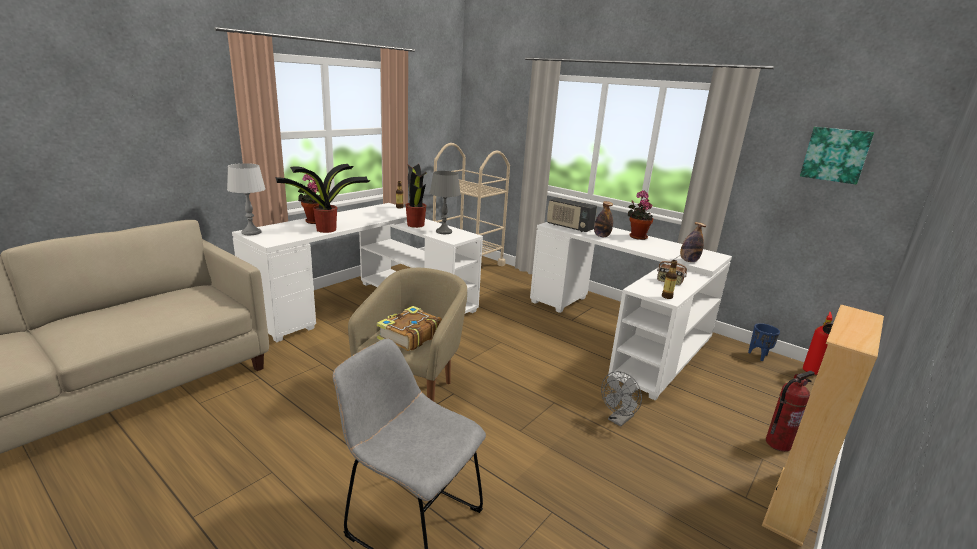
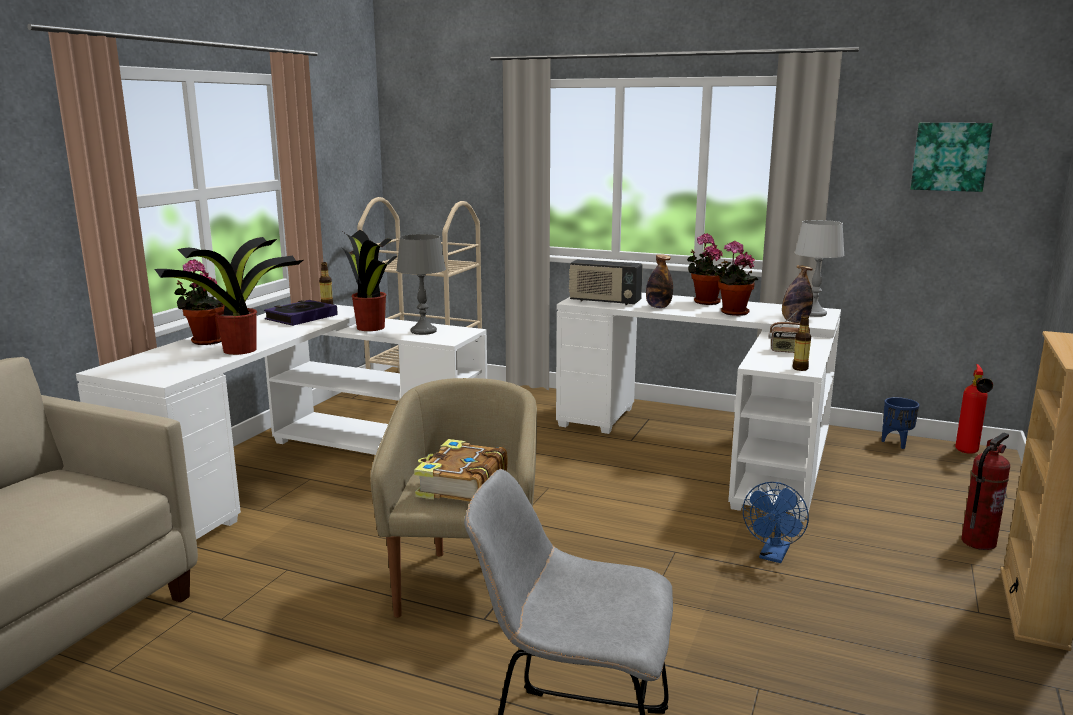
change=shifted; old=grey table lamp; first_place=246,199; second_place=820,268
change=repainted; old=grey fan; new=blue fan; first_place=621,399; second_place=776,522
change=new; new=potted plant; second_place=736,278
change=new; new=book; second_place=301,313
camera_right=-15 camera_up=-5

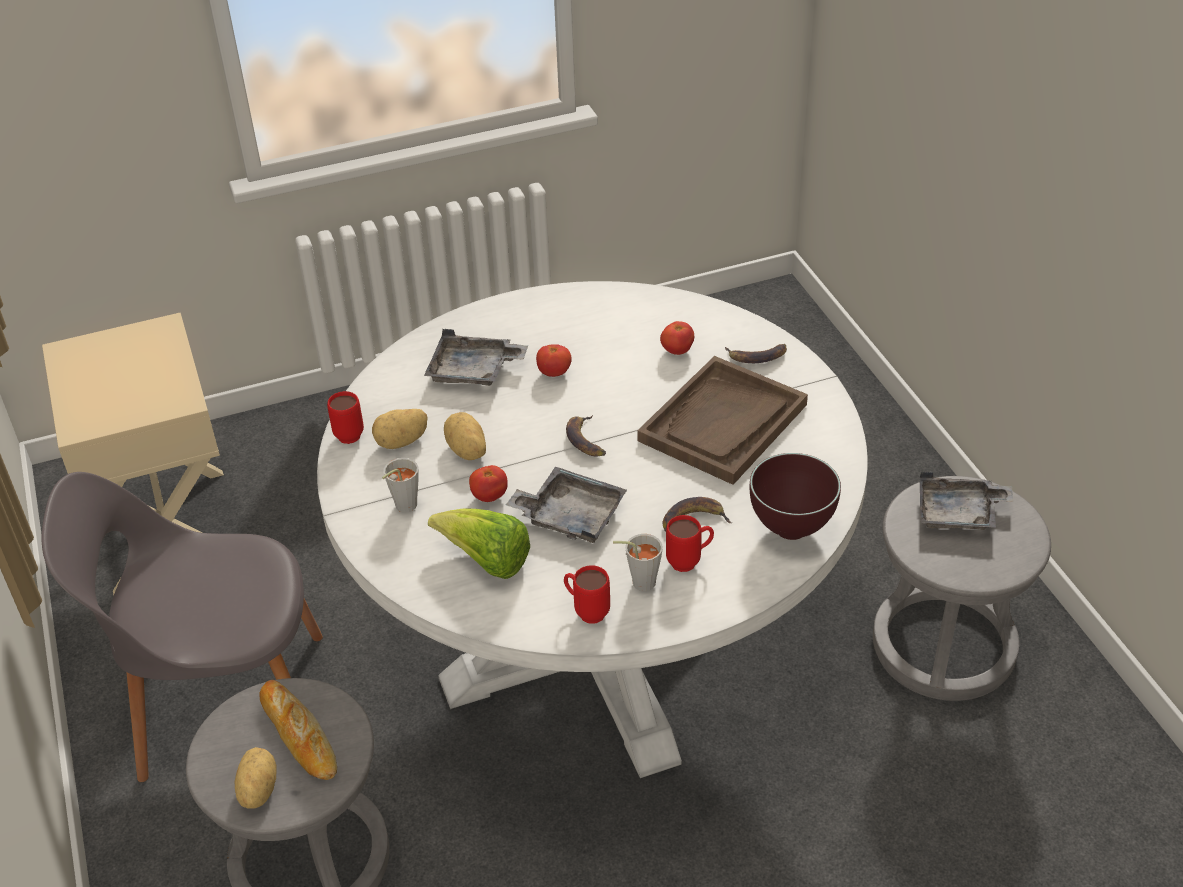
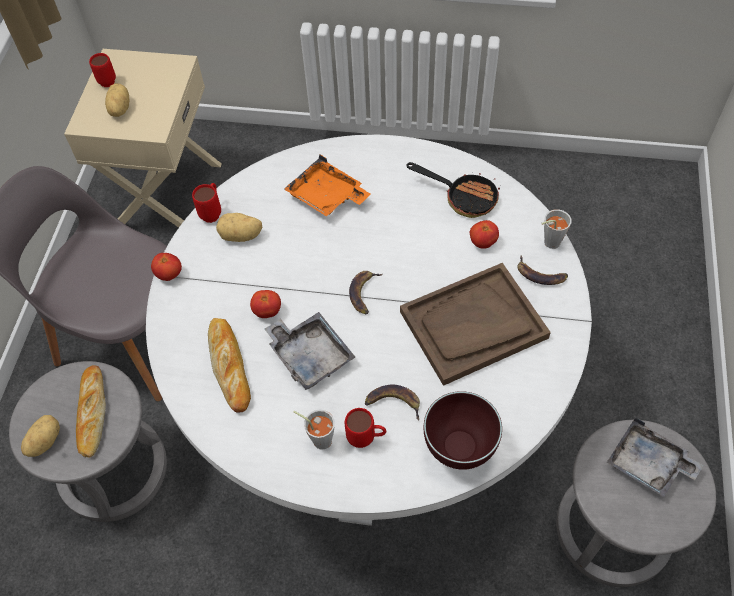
change=repainted; old=grey tray; new=orange tray; first_place=476,357; second_place=327,185
change=shifted; old=tomato; first_place=554,360; second_place=166,267
change=shifted; old=potato; first_place=465,436; second_place=117,100
change=shifted; old=grey cup; first_place=400,485; second_place=556,229
change=swapped; old=lettuce; new=bread; first_place=479,543; second_place=229,365
change=shifted; old=red mug; first_place=587,594; second_place=102,70
change=new; new=frying pan; second_place=453,190
camera_right=30 camera_up=15

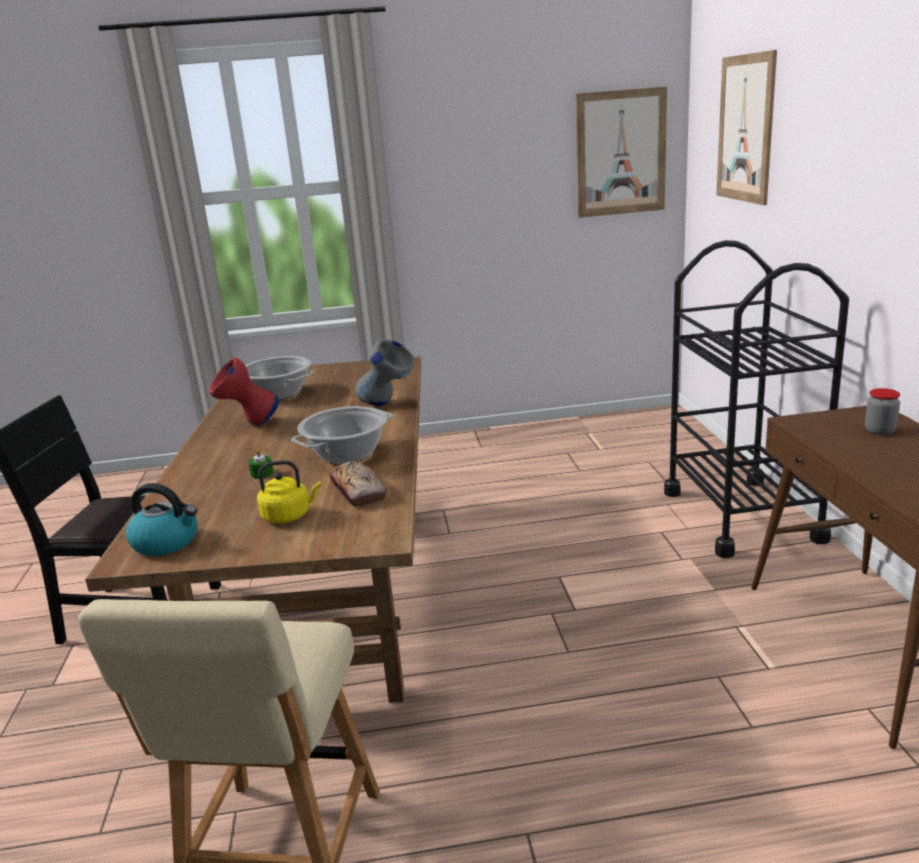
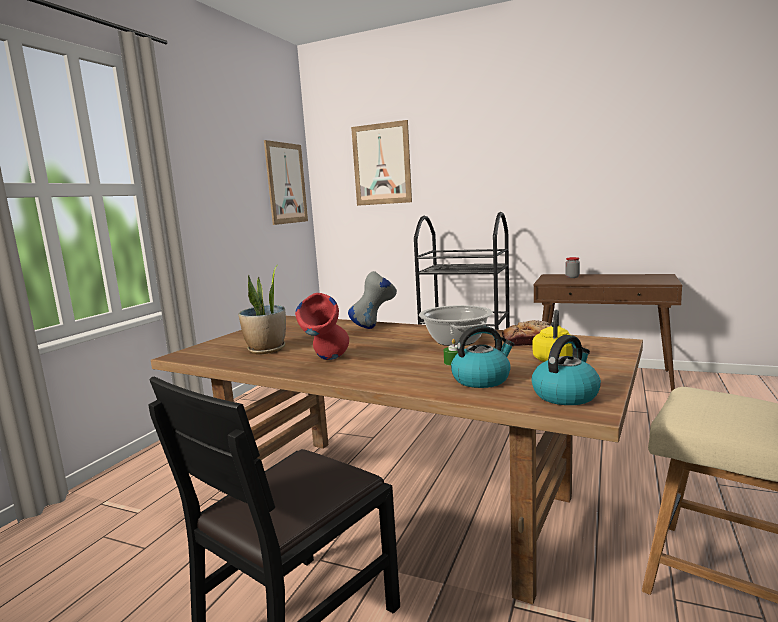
change=swapped; old=cooking pot; new=potted plant; first_place=279,378; second_place=262,309
change=new; new=kettle; second_place=482,356
camera_right=-60 camera_up=-10

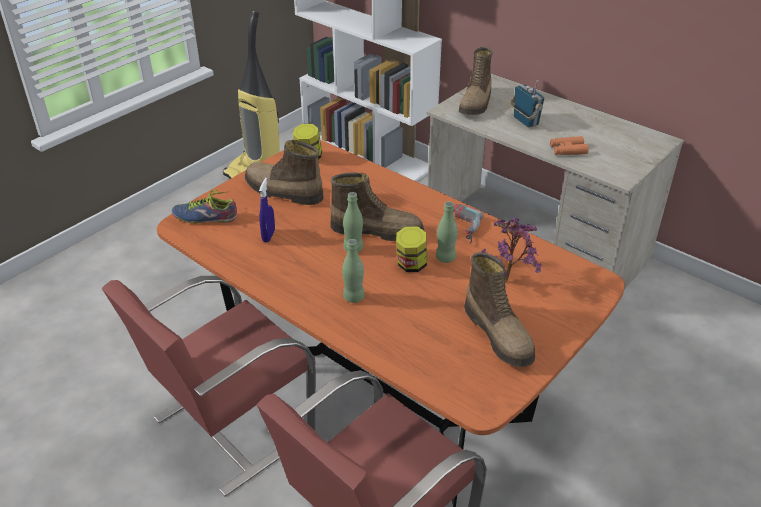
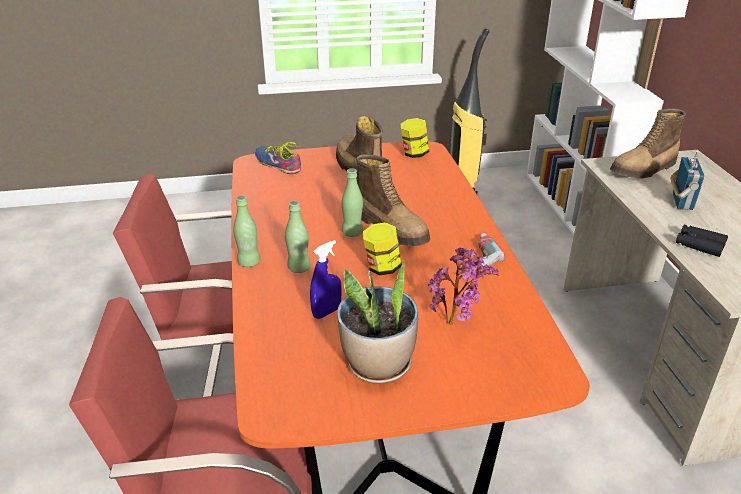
change=repainted; old=orange binoculars; new=black binoculars; first_place=569,145; second_place=702,240
change=shifted; old=blue spray bottle; first_place=267,210; second_place=326,279
change=shifted; old=green bottle; first_place=447,232; second_place=247,231
change=swapped; old=boot; new=potted plant; first_place=499,309; second_place=377,322
camera_right=40 camera_up=-5

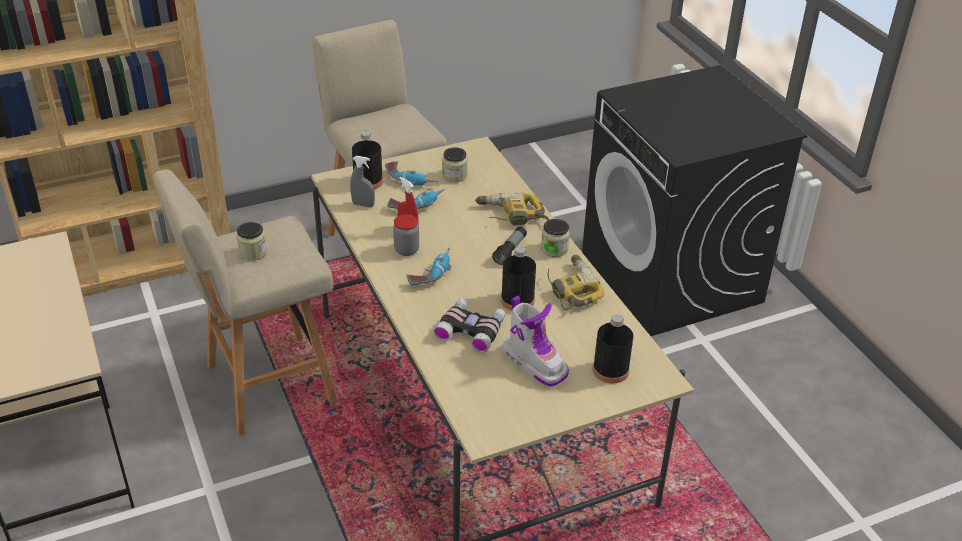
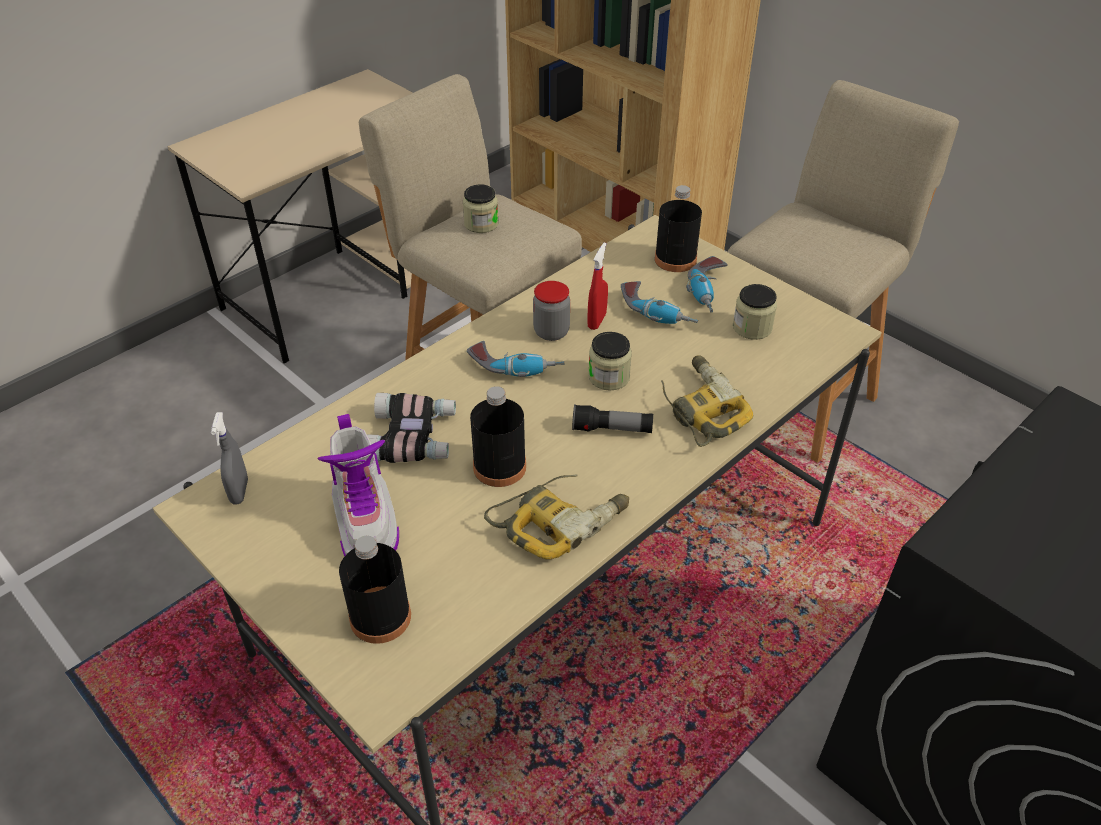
change=shifted; old=grey spray bottle; first_place=362,181; second_place=229,458
change=shifted; old=jar; first_place=555,238; second_place=610,361
change=rotated; old=boot; first_place=535,341; second_place=358,485; degrees=-45
camera_right=70 camera_up=5

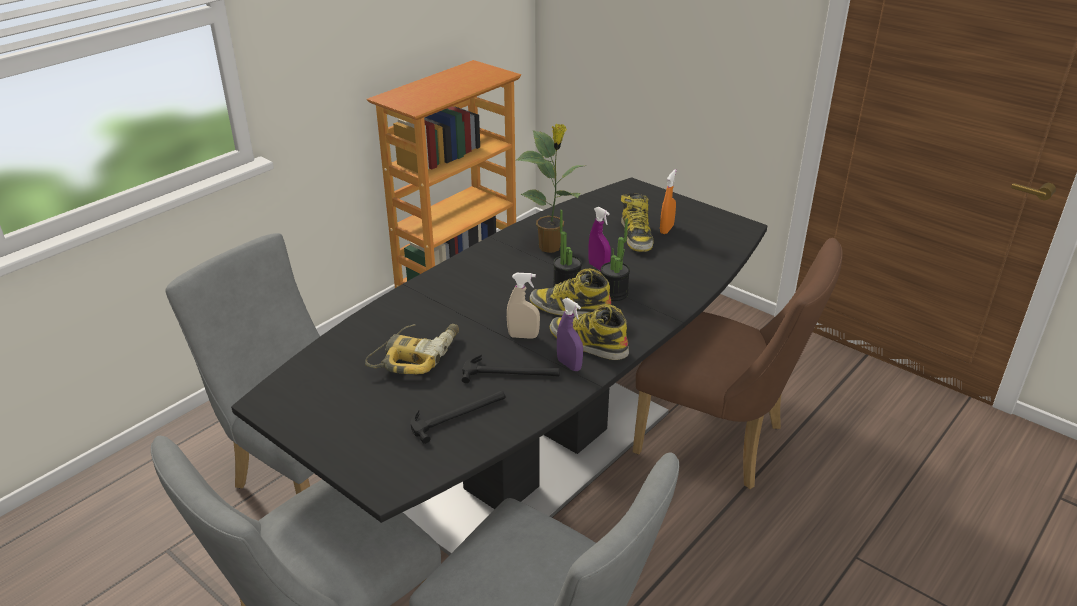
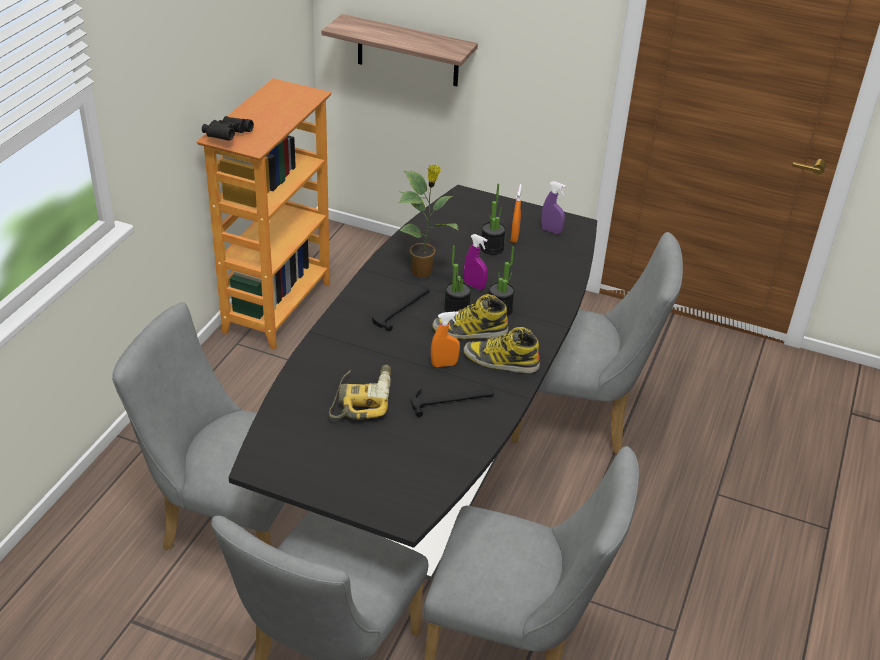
change=swapped; old=boot; new=potted plant; first_place=637,222; second_place=493,219
change=repainted; old=brown chair; new=grey chair; first_place=738,363; second_place=597,343
change=repainted; old=beige spray bottle; new=orange spray bottle; first_place=523,306; second_place=445,339
change=shifted; old=purple spray bottle; first_place=570,334; second_place=553,207
change=shifted; old=hammer; first_place=458,417; second_place=400,309
change=new; new=shelf; second_place=400,50
change=new; new=black binoculars; second_place=228,128
camera_right=-20 camera_up=5

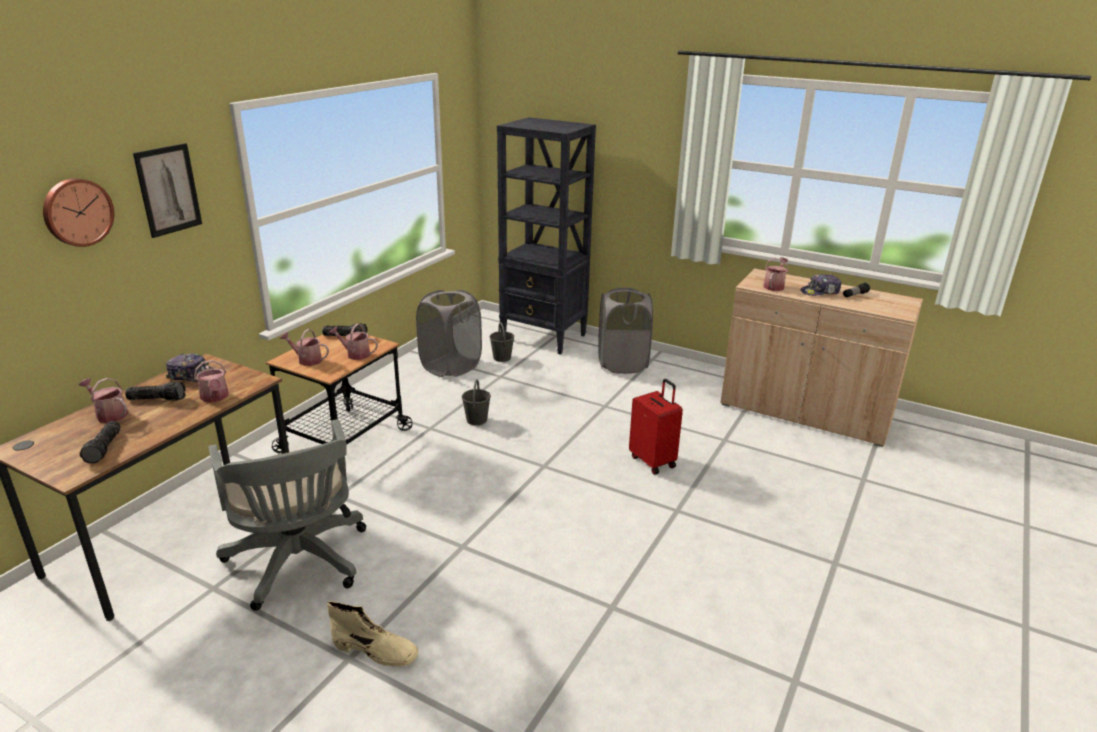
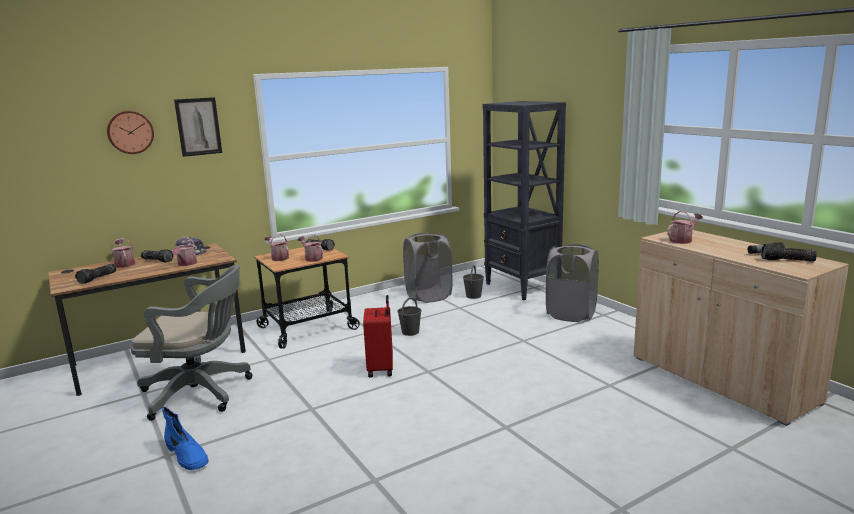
change=gone; old=cap; first_place=820,285
change=shifted; old=red suitcase; first_place=656,427; second_place=378,336
change=rotated; old=grey office chair; first_place=287,515; second_place=192,343; degrees=-90
change=repainted; old=beige boot; new=blue boot; first_place=372,634; second_place=185,438
change=new; new=flashlight; second_place=789,253
camera_right=30 camera_up=-10

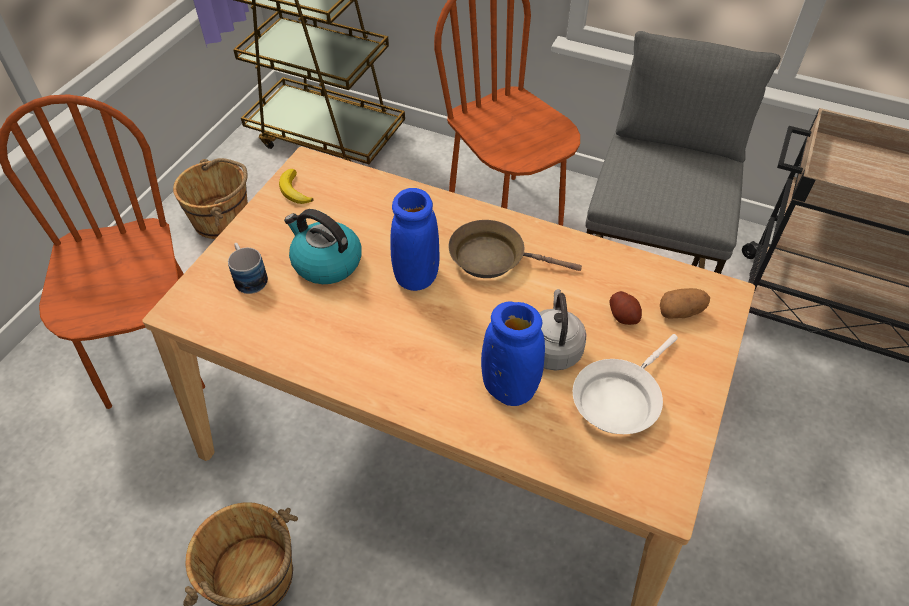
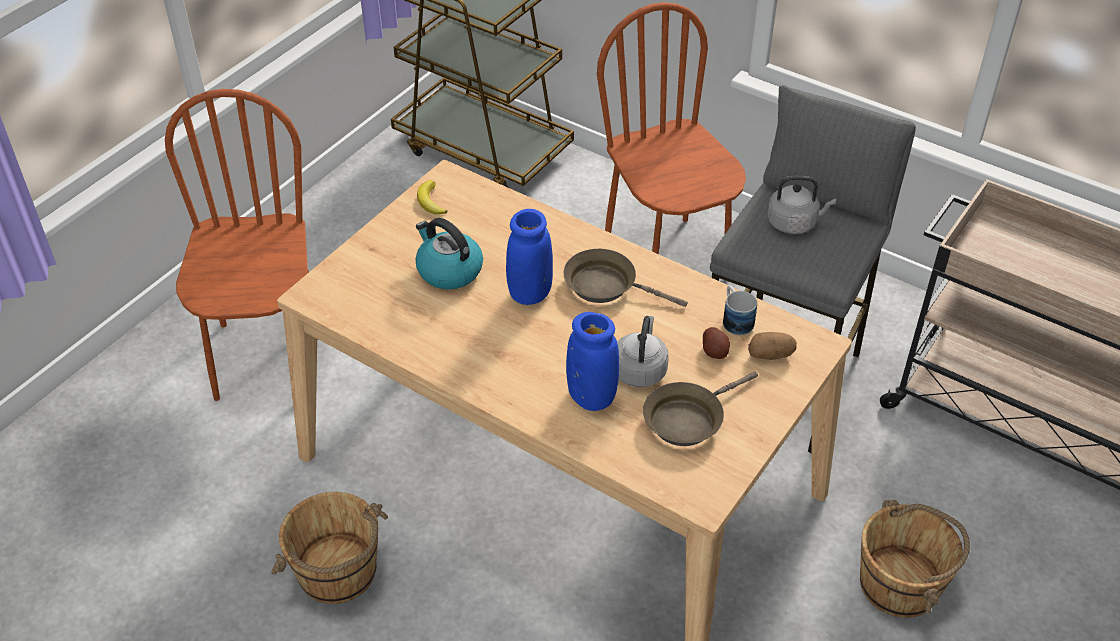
change=shifted; old=brown bucket; first_place=210,198; second_place=915,559
change=shifted; old=mug; first_place=248,268; second_place=740,310
change=repainted; old=white frying pan; new=brown frying pan; first_place=625,384; second_place=700,408
change=new; new=grey kettle; second_place=802,205
camera_right=10 camera_up=-5

